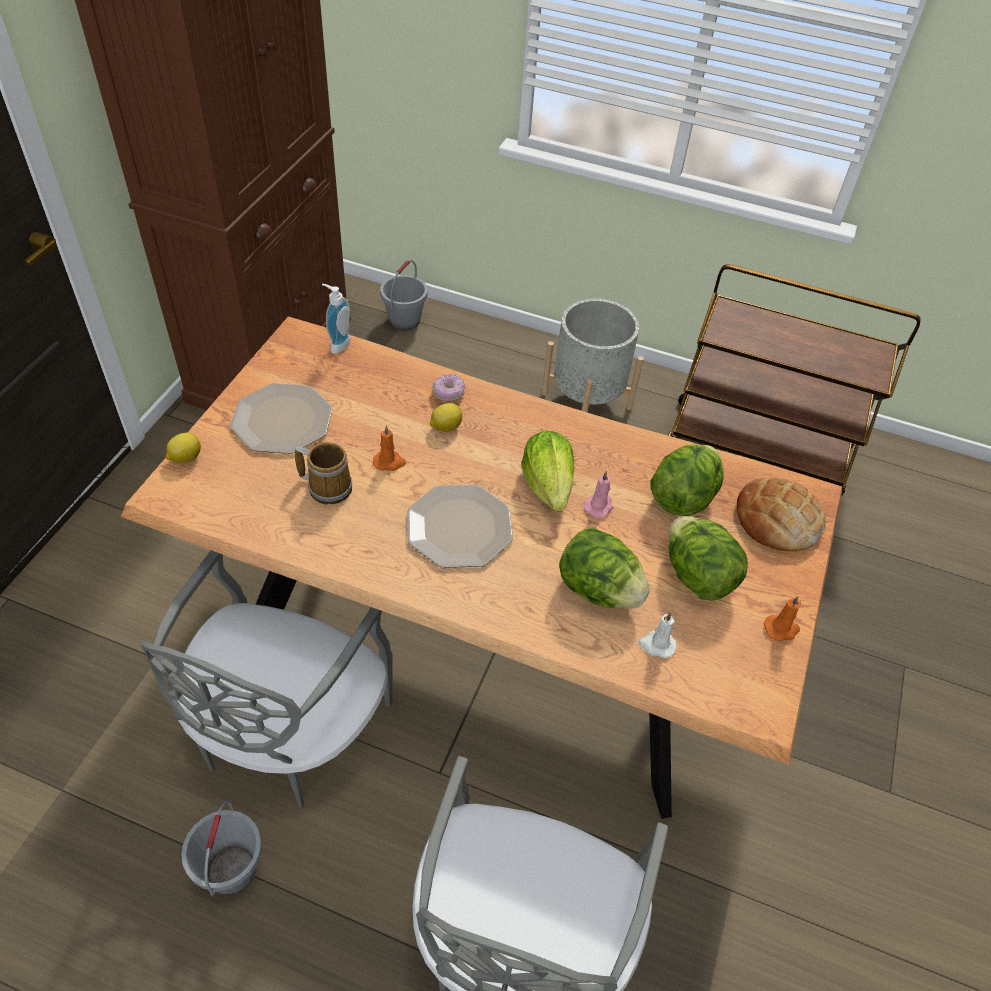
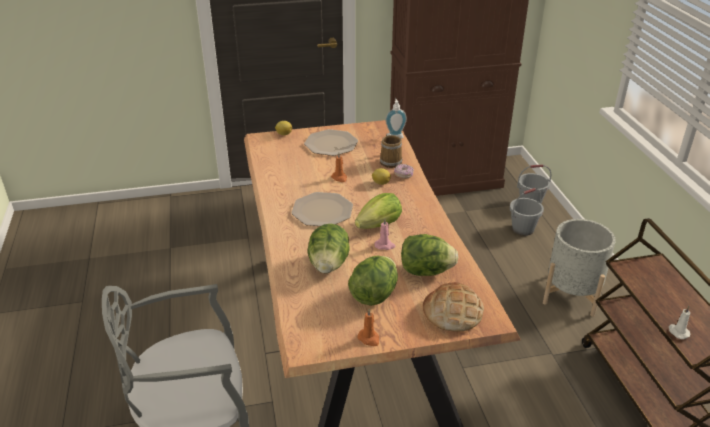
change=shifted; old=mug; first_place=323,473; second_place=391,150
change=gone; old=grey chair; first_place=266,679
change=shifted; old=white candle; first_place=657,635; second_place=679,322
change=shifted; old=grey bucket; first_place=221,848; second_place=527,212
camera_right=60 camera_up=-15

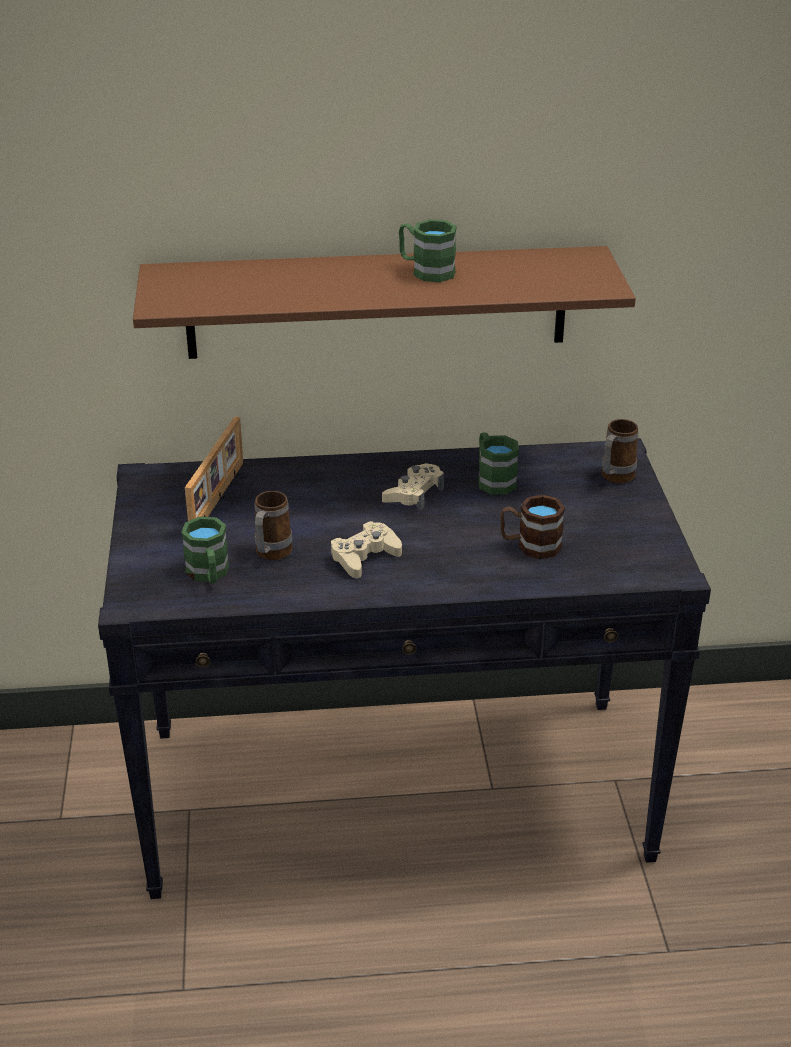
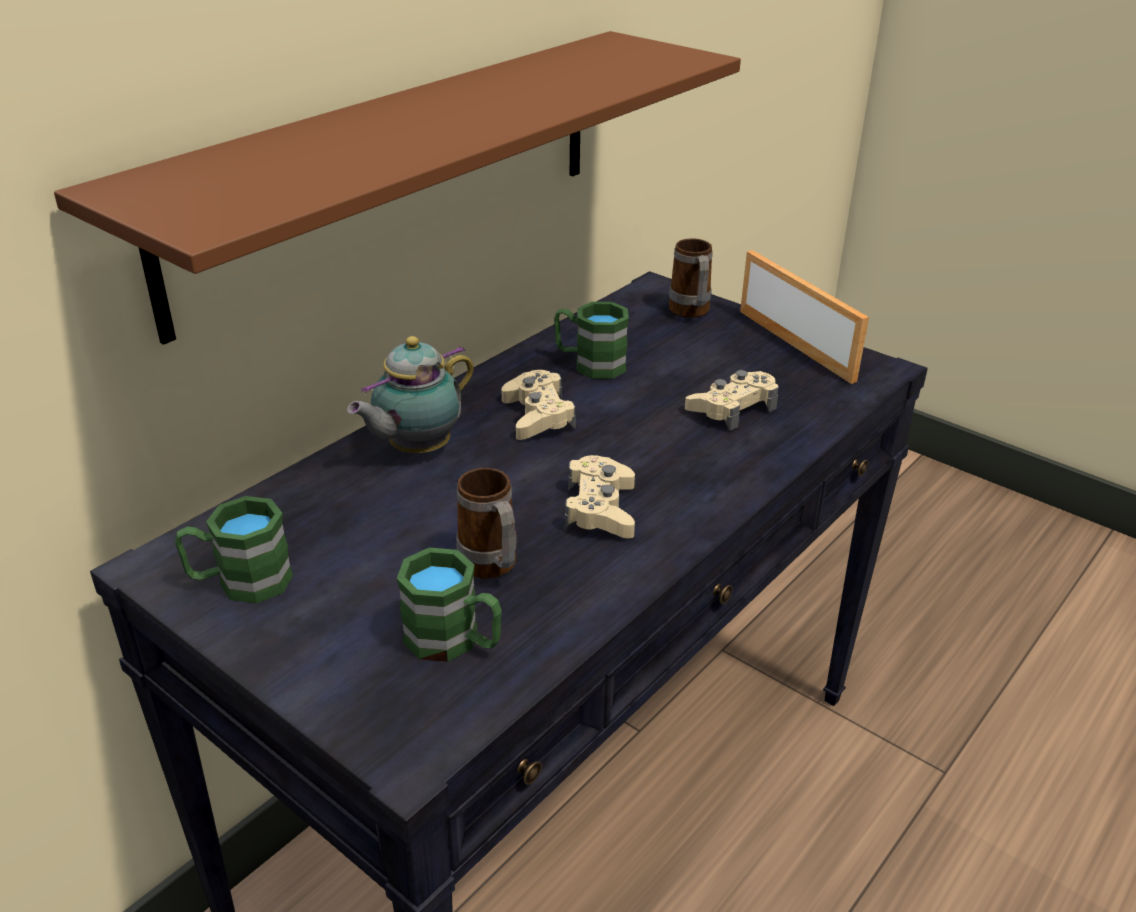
change=shifted; old=green mug; first_place=428,250; second_place=234,550
change=shifted; old=picture frame; first_place=214,469; second_place=804,317
change=swapped; old=brown mug; new=beige game controller; first_place=532,527; second_place=732,400
change=new; new=teapot; second_place=410,394
camera_right=-45 camera_up=0

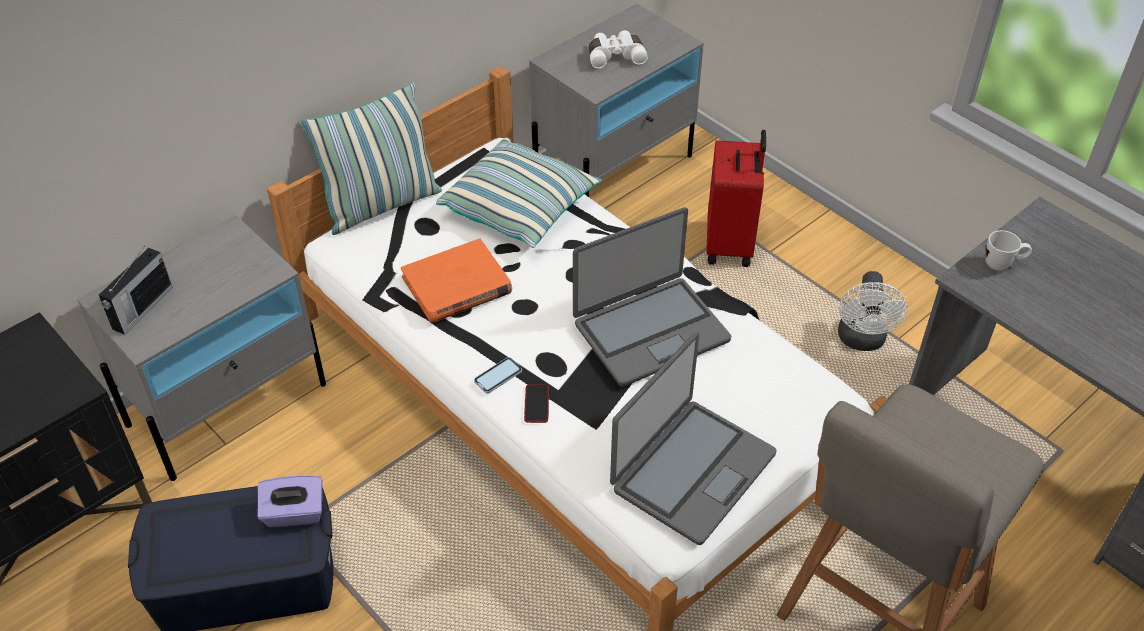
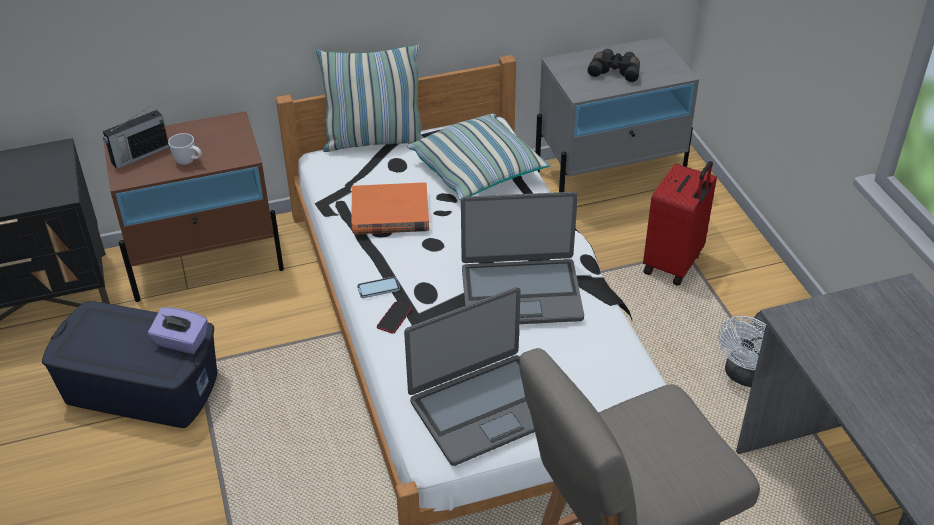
change=repainted; old=white binoculars; new=black binoculars; first_place=618,49; second_place=613,65
change=repainted; old=grey nightstand; new=brown nightstand; first_place=201,348; second_place=193,206
change=shifted; old=white mug; first_place=1008,250; second_place=185,149
camera_right=25 camera_up=-5

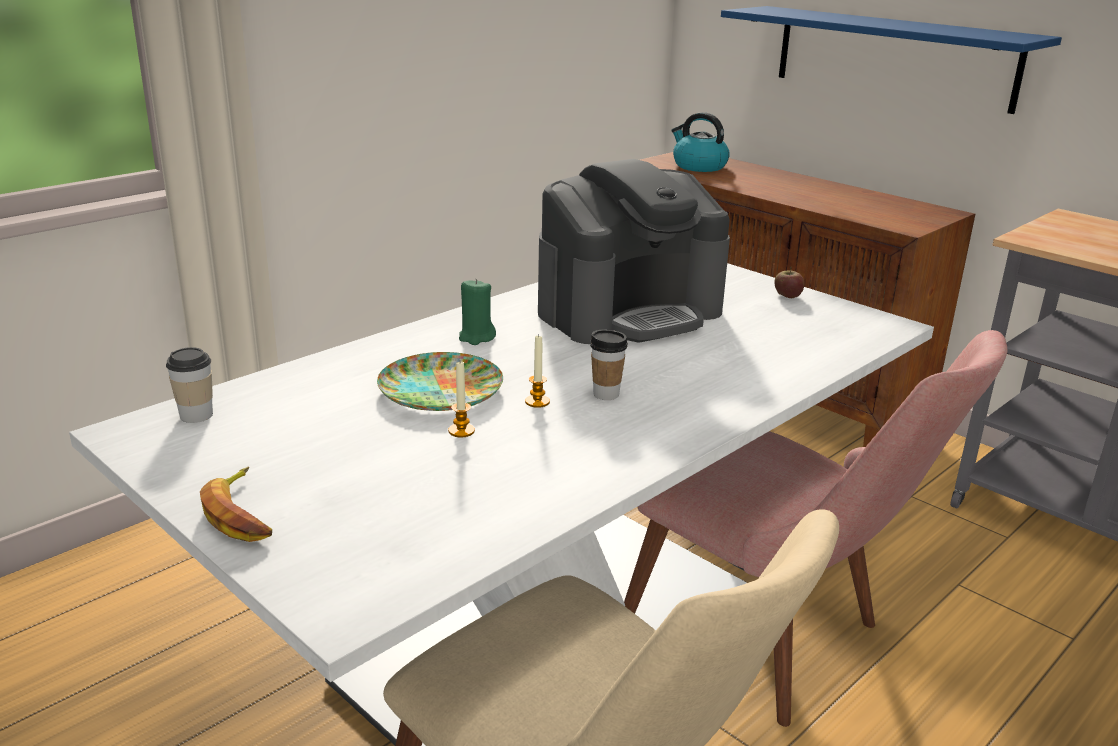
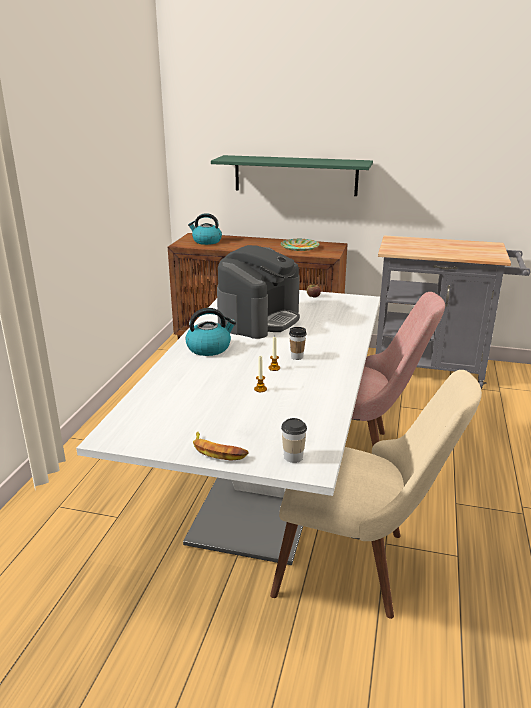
change=repainted; old=blue shelf; new=green shelf; first_place=891,60; second_place=292,175
change=swapped; old=green candle; new=kettle; first_place=477,312; second_place=210,332
change=shifted; old=cup; first_place=189,385; second_place=294,440
change=shifted; old=plate; first_place=440,381; second_place=300,245
camera_right=-30 camera_up=0

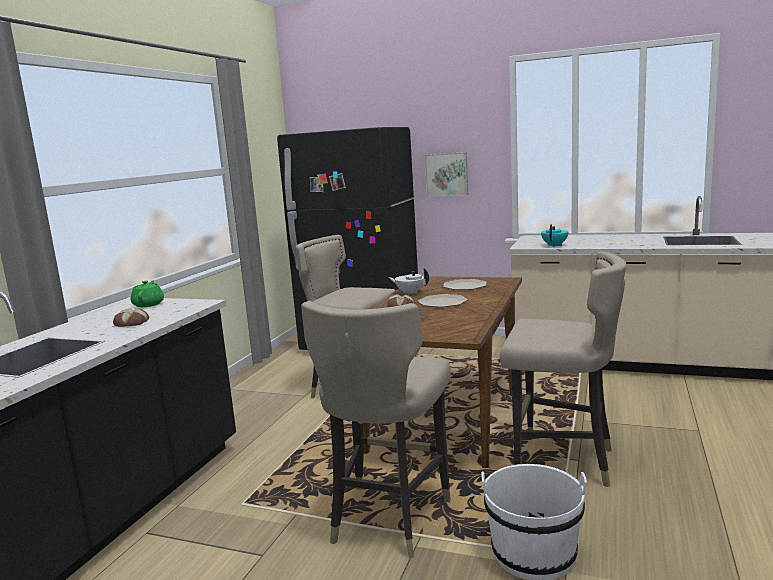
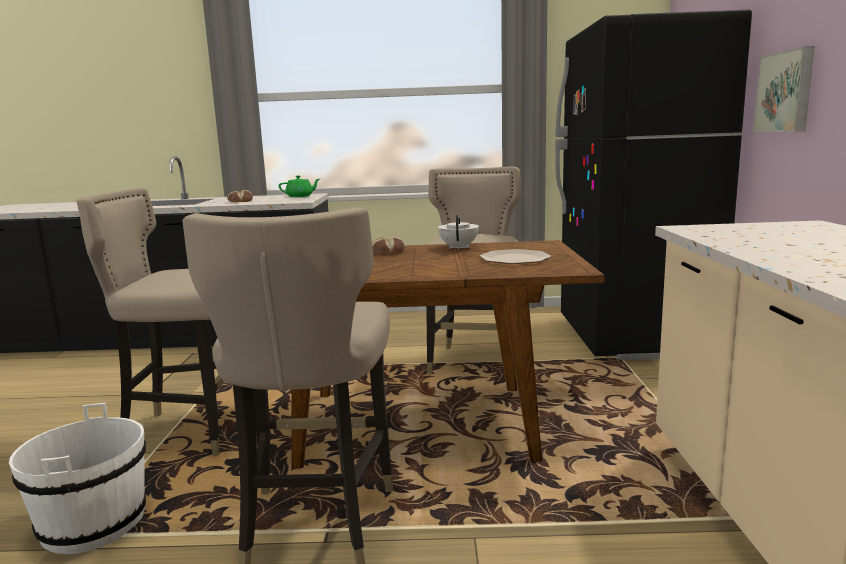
change=gone; old=turquoise teapot; first_place=555,235
change=gone; old=plate; first_place=443,300
camera_right=70 camera_up=0

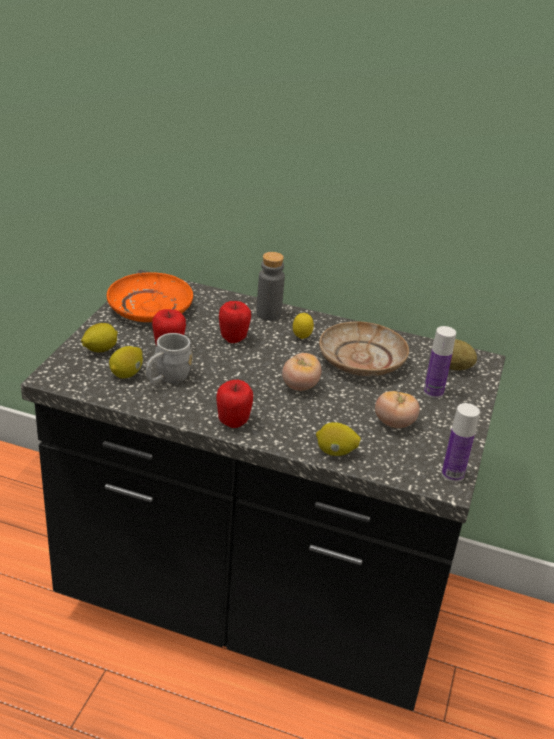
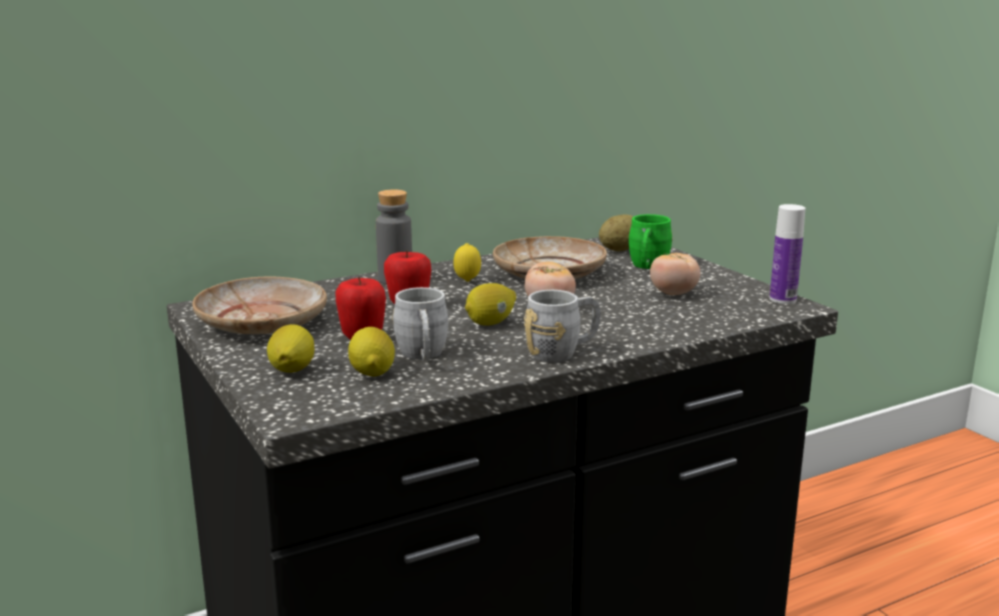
change=repainted; old=orange plate; new=beige plate; first_place=150,297; second_place=259,305
change=swapped; old=bottle; new=green mug; first_place=440,362; second_place=651,241
change=swapped; old=apple; new=grey mug; first_place=235,404; second_place=562,326
change=shifted; old=lemon; first_place=338,439; second_place=490,304
camera_right=-45 camera_up=-15

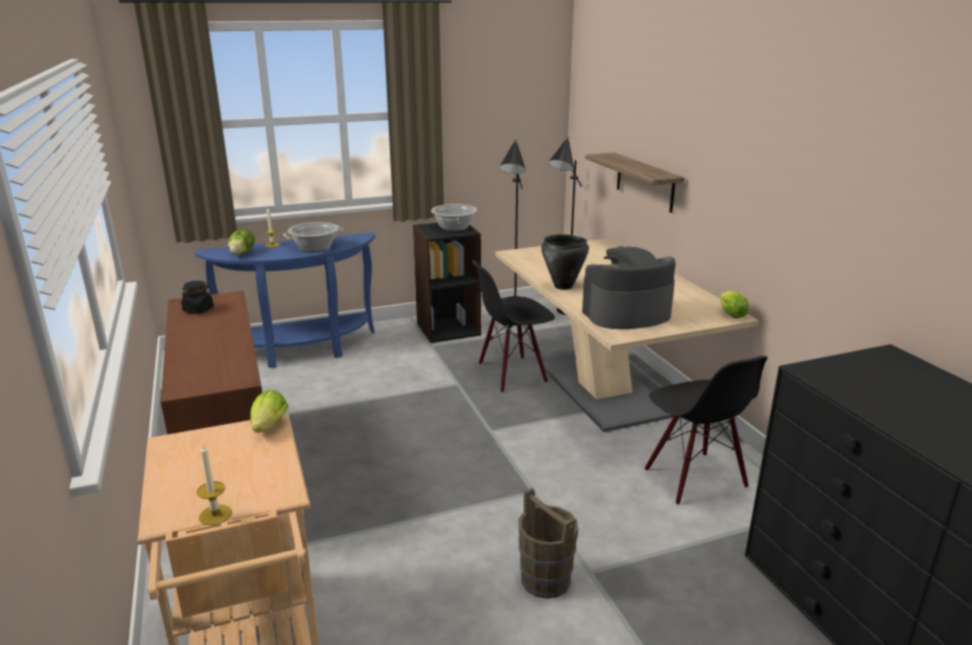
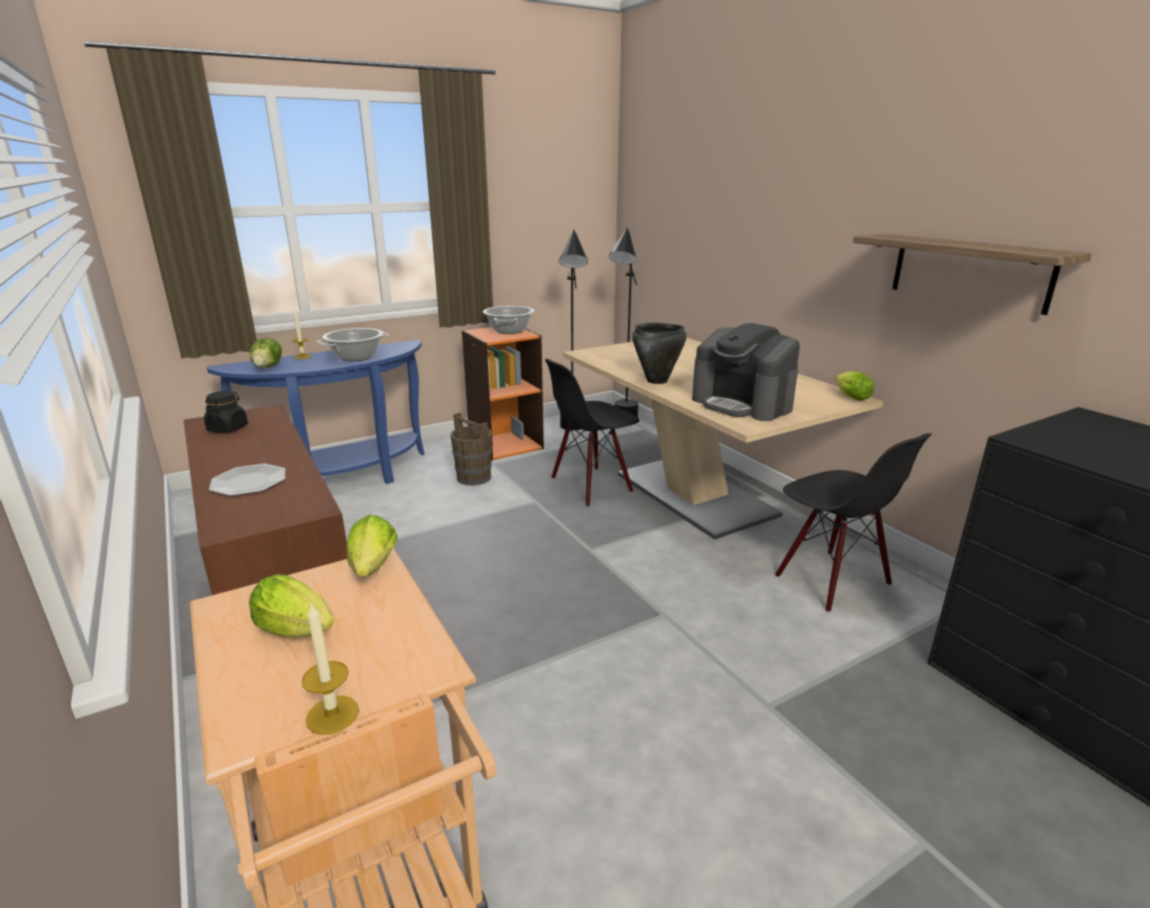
change=shifted; old=shelf; first_place=634,183; second_place=972,274
change=repainted; old=black bookcase; new=orange bookcase; first_place=447,283; second_place=503,394
change=rotated; old=coffee machine; first_place=629,287; second_place=746,372; degrees=-105
change=shifted; old=brown bucket; first_place=548,543; second_place=471,448
change=new; new=plate; second_place=247,480
change=new; new=lettuce; second_place=291,606
camera_right=-10 camera_up=0

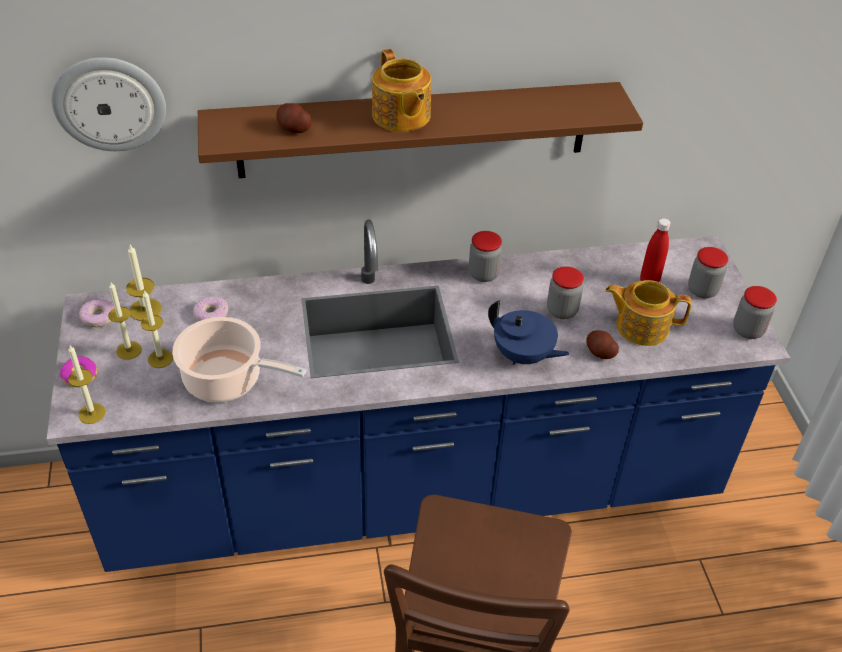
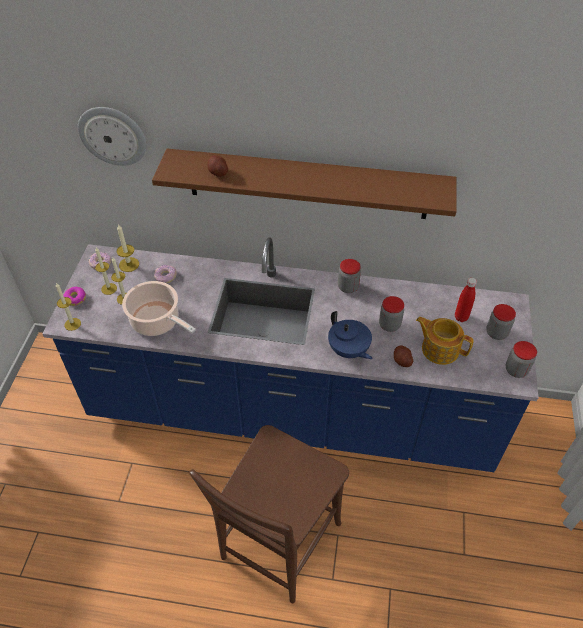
change=gone; old=teapot; first_place=401,90
camera_right=20 camera_up=5

